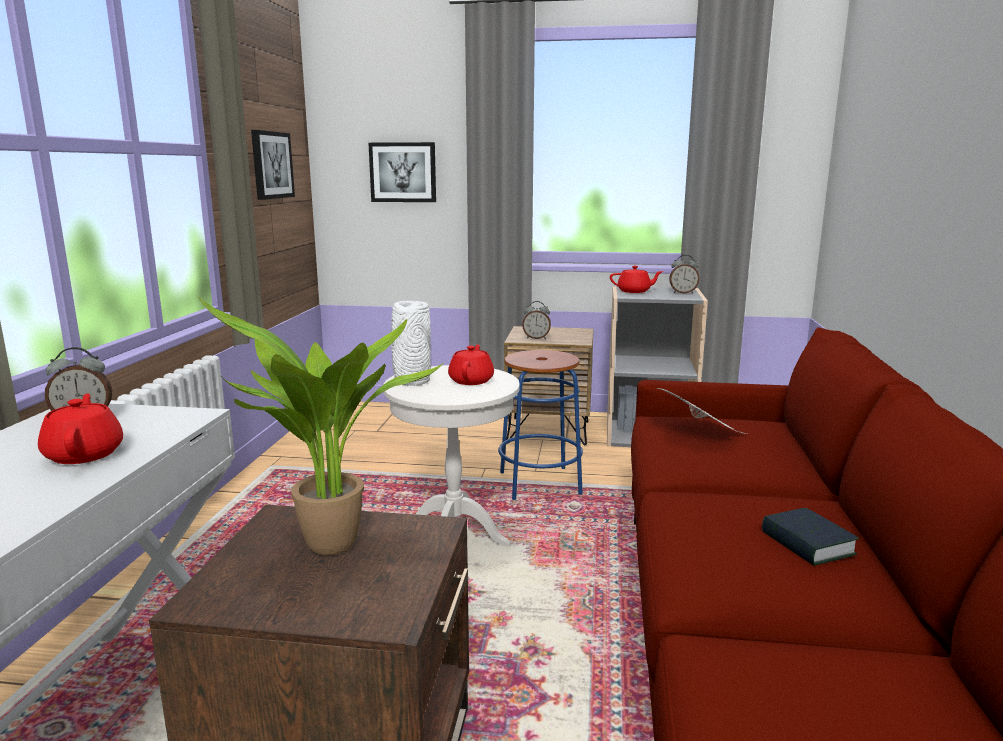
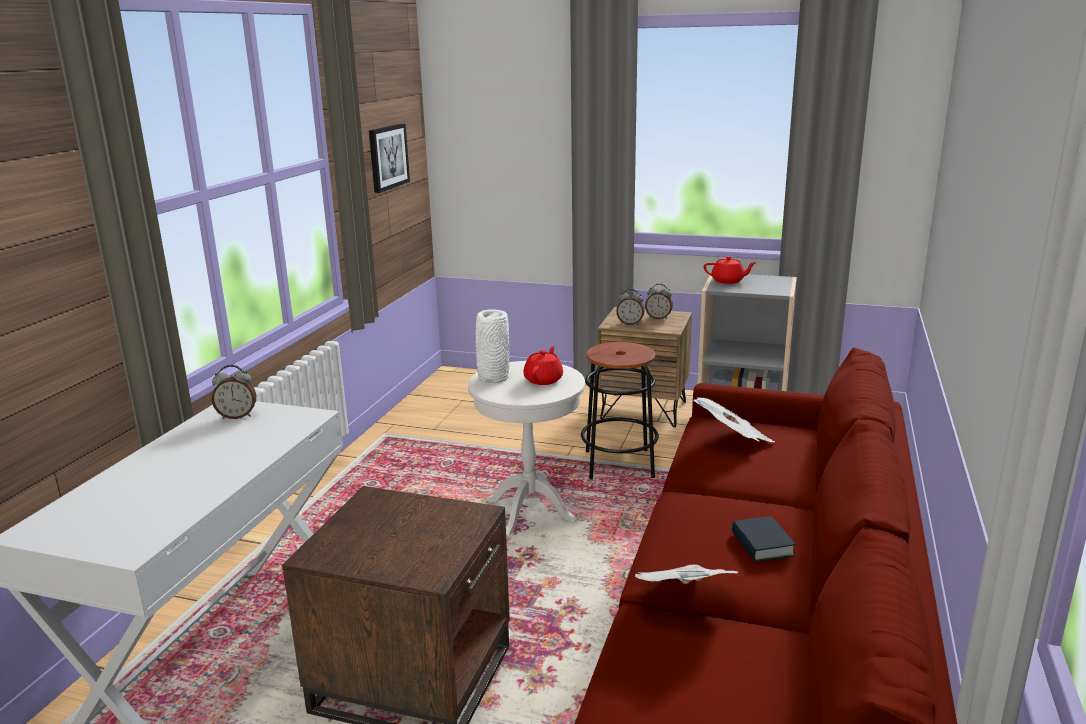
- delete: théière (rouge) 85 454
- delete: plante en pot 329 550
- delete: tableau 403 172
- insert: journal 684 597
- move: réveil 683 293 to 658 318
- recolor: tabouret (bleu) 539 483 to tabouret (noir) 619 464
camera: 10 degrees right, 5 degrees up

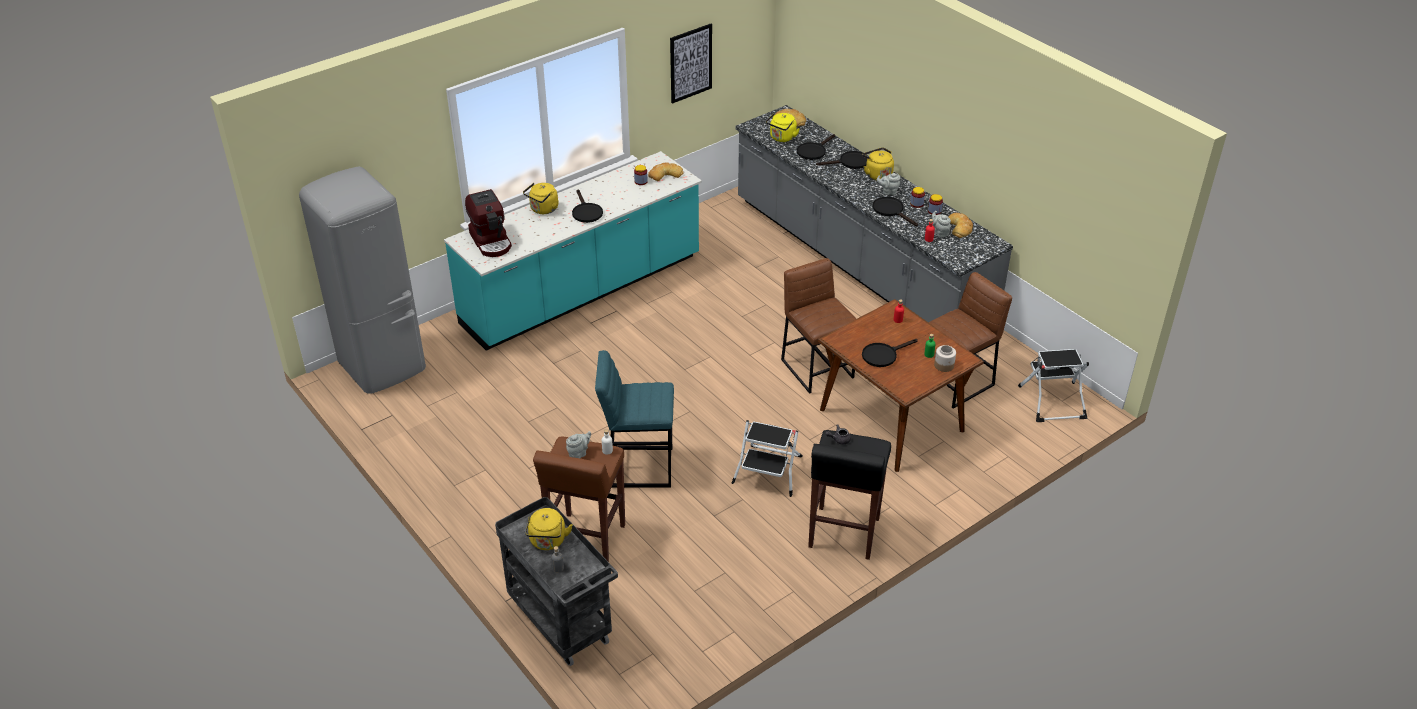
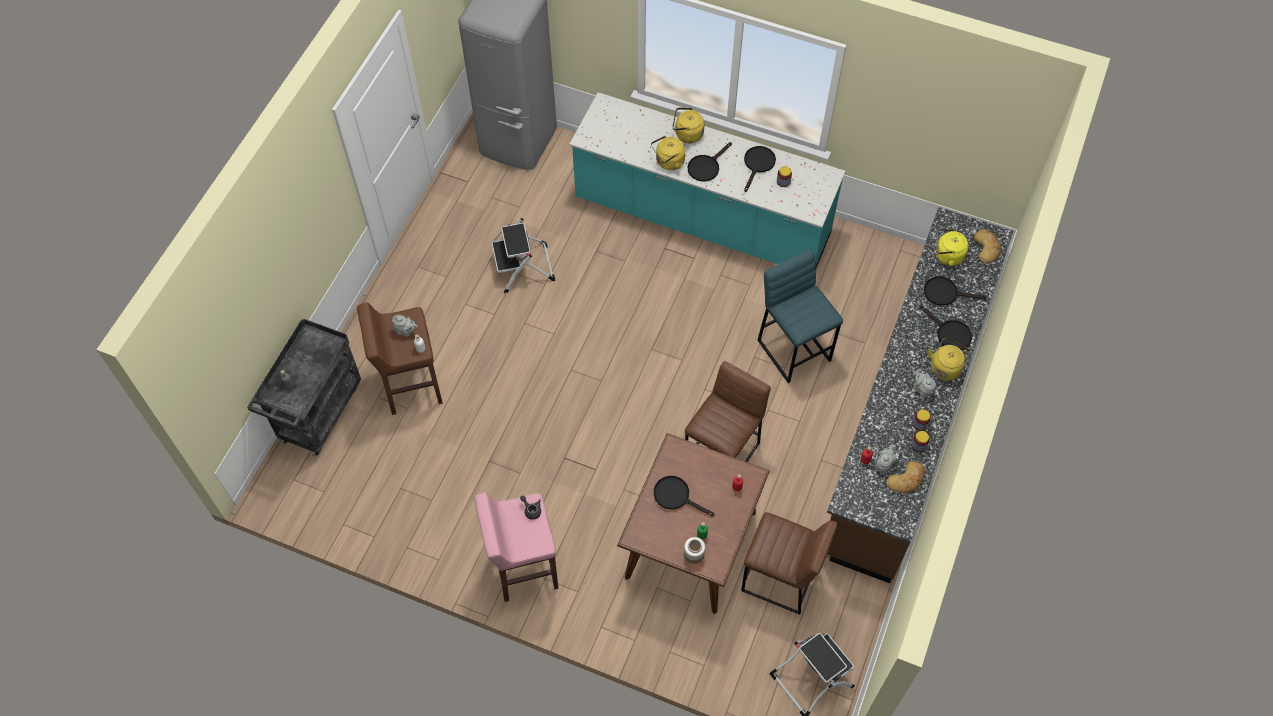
- delete: machine à café 491 241
- delete: pain 665 174
- delete: tableau 690 63
- move: bouilloire (jaune) 548 542 to 668 162
- move: tabouret (turquoise) 638 467 to 793 349
- move: escabeau 768 471 to 523 266
- move: poêle (noir) 891 210 to 758 165
- recolor: comptoir de cuisine (gris) 858 263 to comptoir de cuisine (marron) 905 415
- recolor: tabouret (noir) 843 534 to tabouret (rose) 523 568
camera: 60 degrees right, 20 degrees up

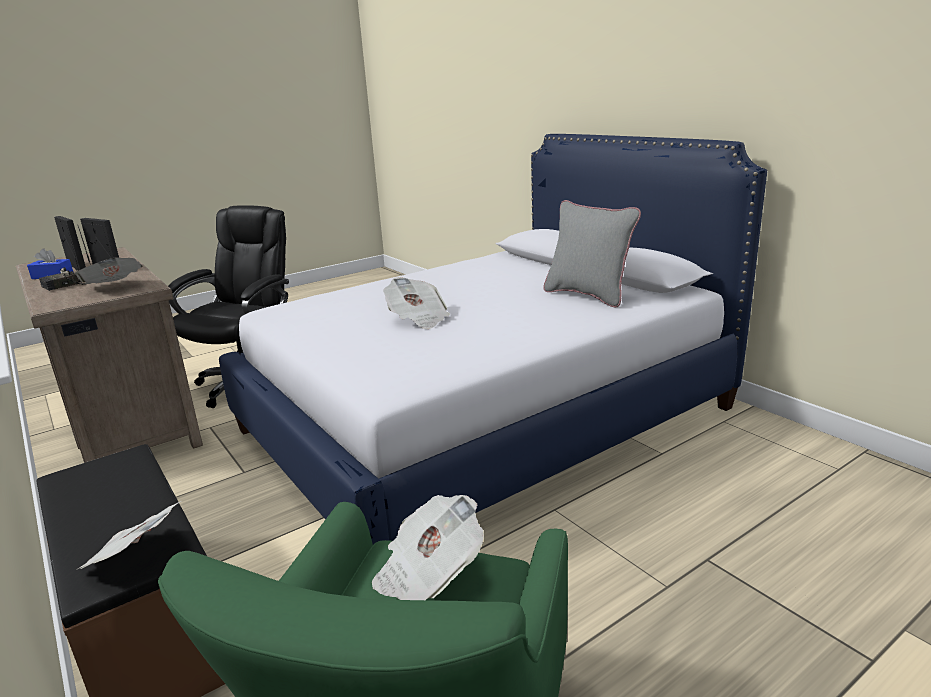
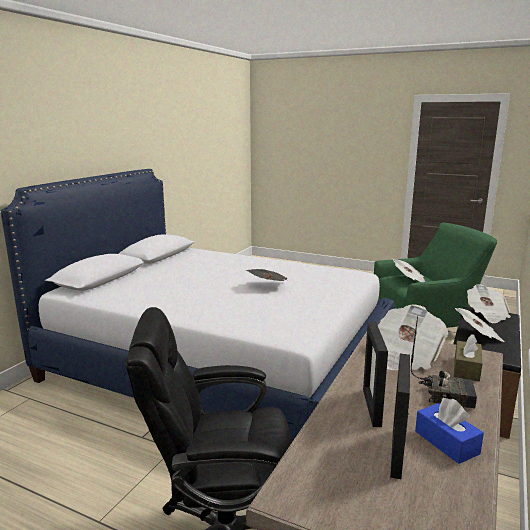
- delete: coussin (gris) 588 295
- insert: boîte à mouchoirs (marron) 466 368
- insert: journal 478 336
camera: 120 degrees left, 5 degrees down

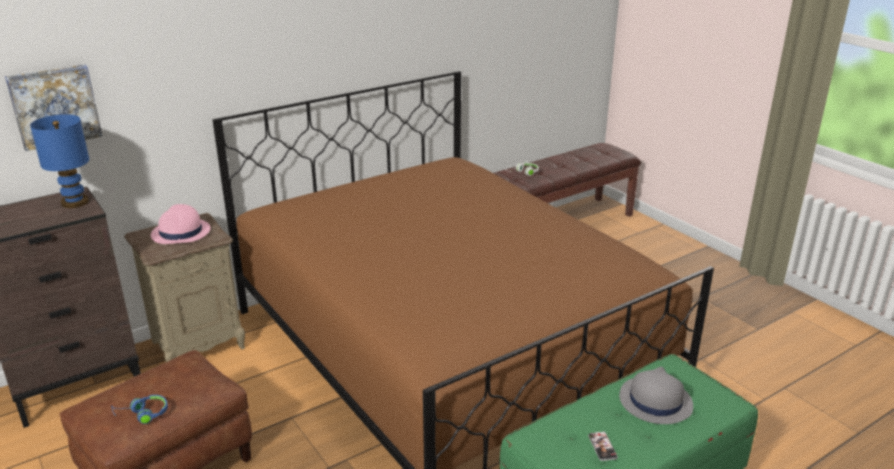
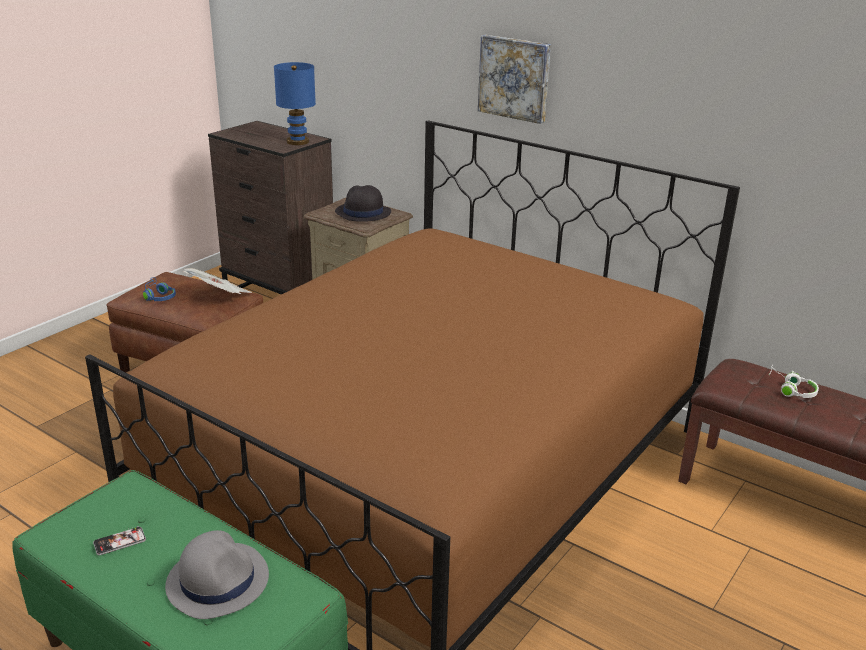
- insert: journal 219 297
- move: tableau 54 106 to 515 78
- recolor: chapeau (rose) 181 233 to chapeau (noir) 362 213
camera: 70 degrees right, 0 degrees up

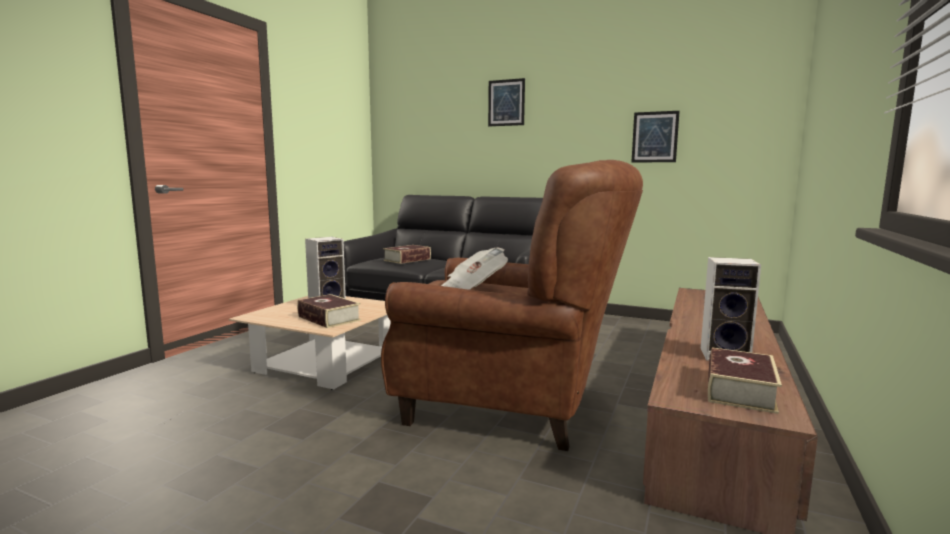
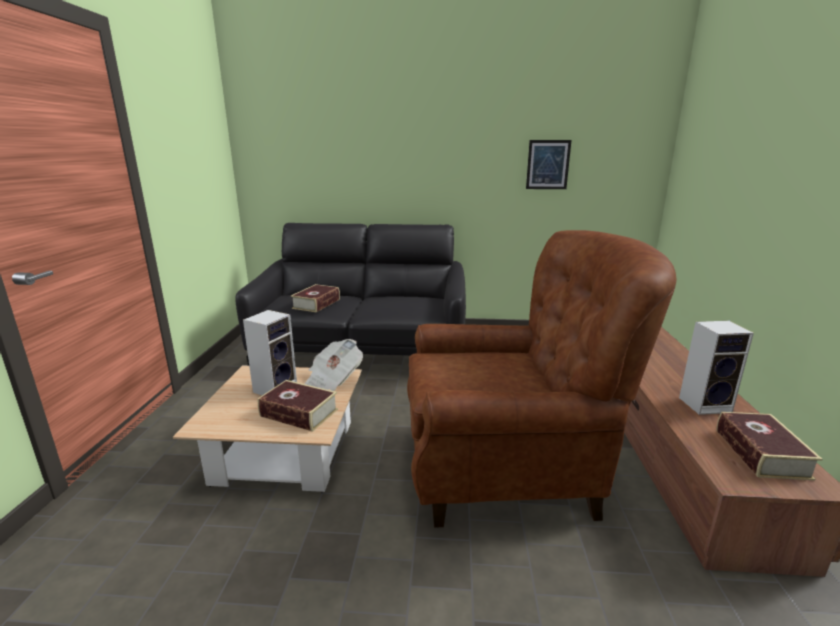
- delete: tableau 506 102
- move: journal 472 289 to 333 380
camera: 20 degrees left, 10 degrees up

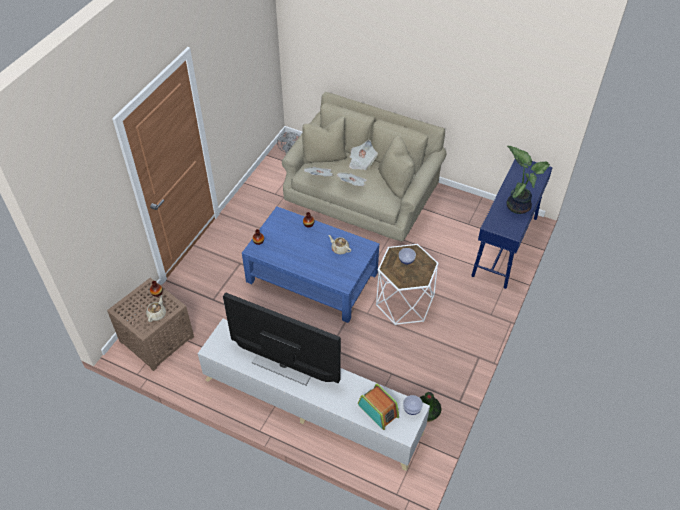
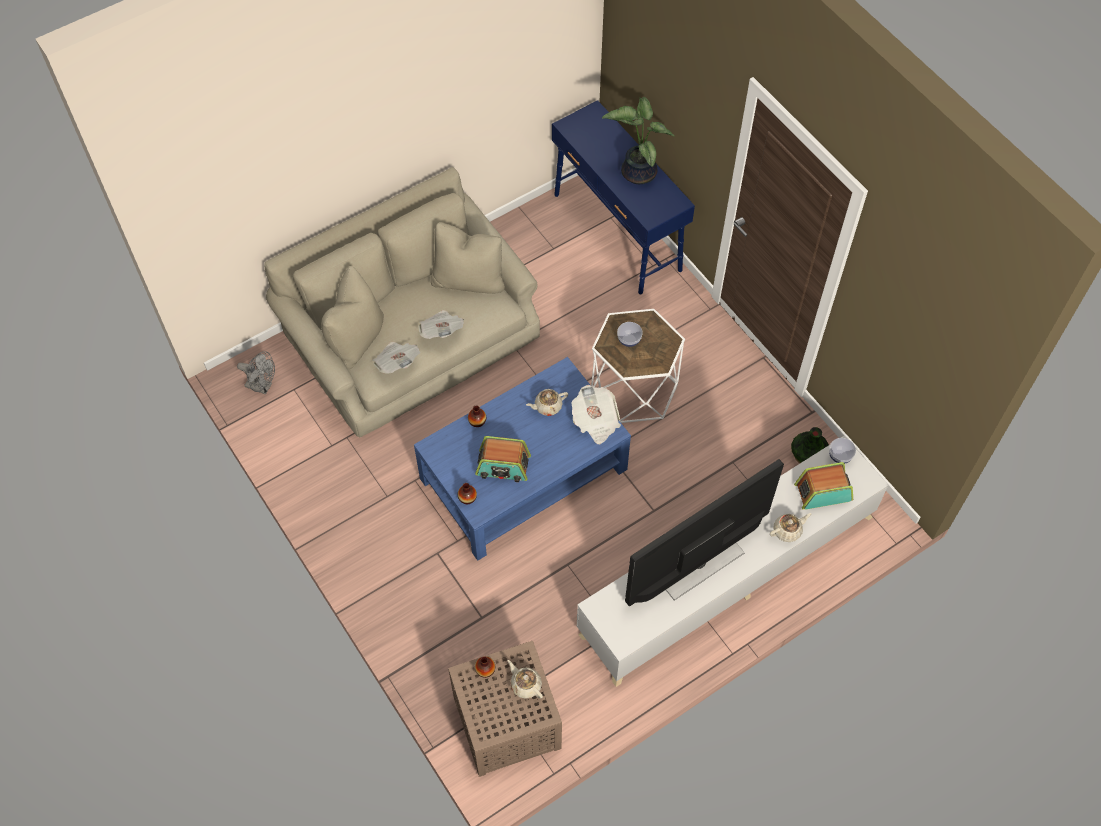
- insert: radio 503 466
- insert: théière (beige) 787 531
- move: journal 361 161 to 595 421
camera: 60 degrees left, 10 degrees up

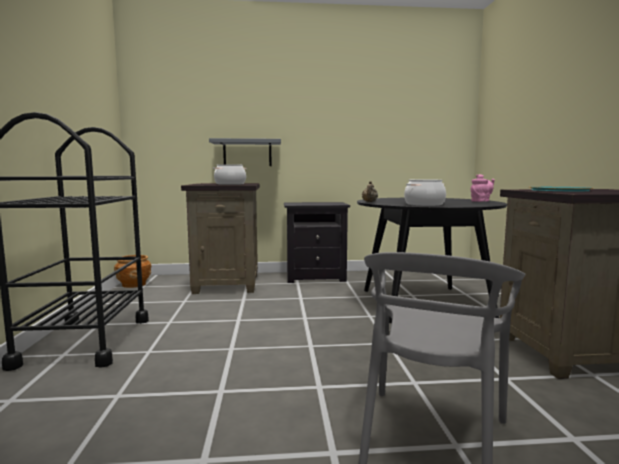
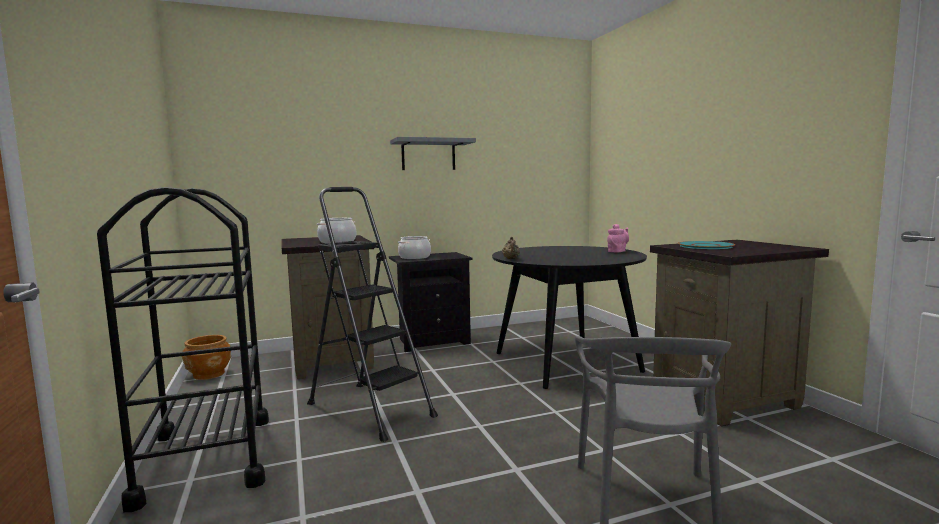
- insert: escabeau 369 408
- move: étagère (gris) 247 153 to 428 155
- move: marmite 424 204 to 414 257
camera: 15 degrees left, 0 degrees up

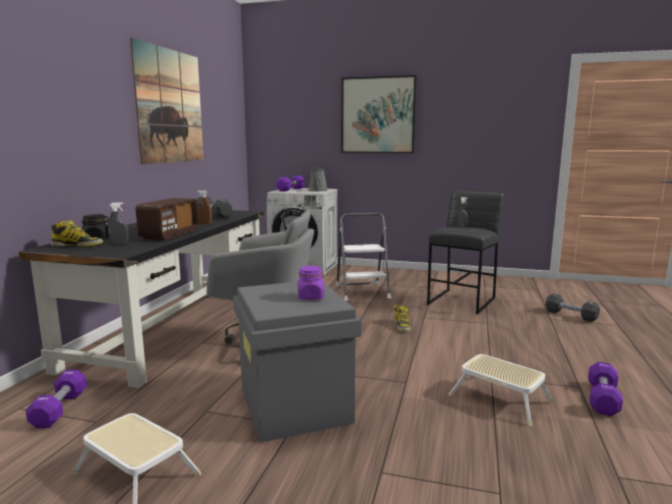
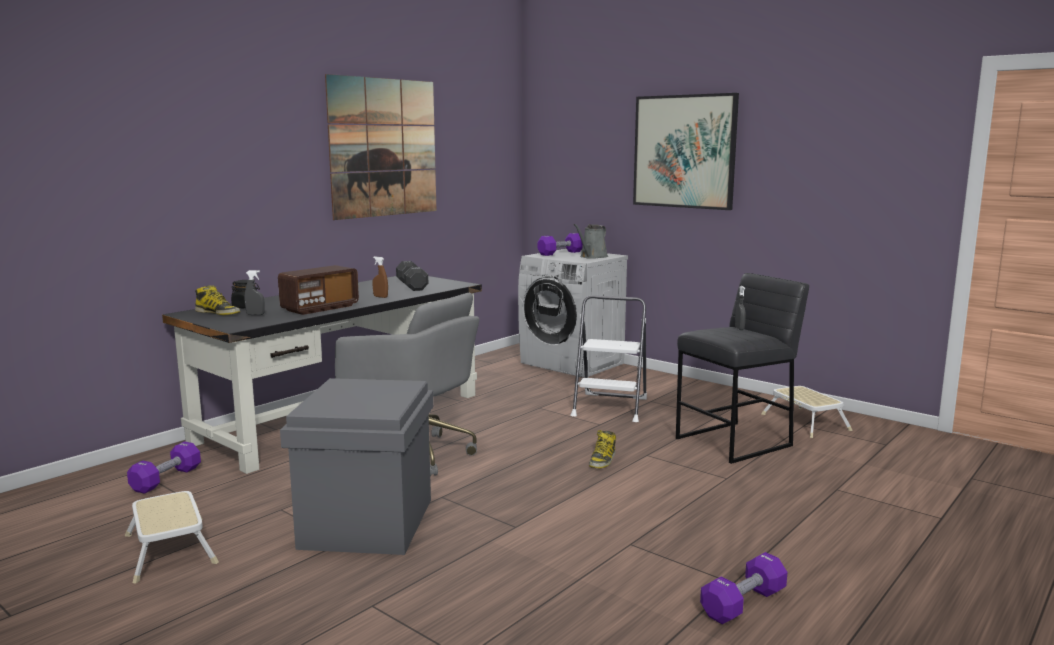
- delete: bocal (violet) 310 297
- delete: haltère (noir) 570 315
- move: escabeau (beige) 500 399 to 805 422
camera: 25 degrees right, 0 degrees up

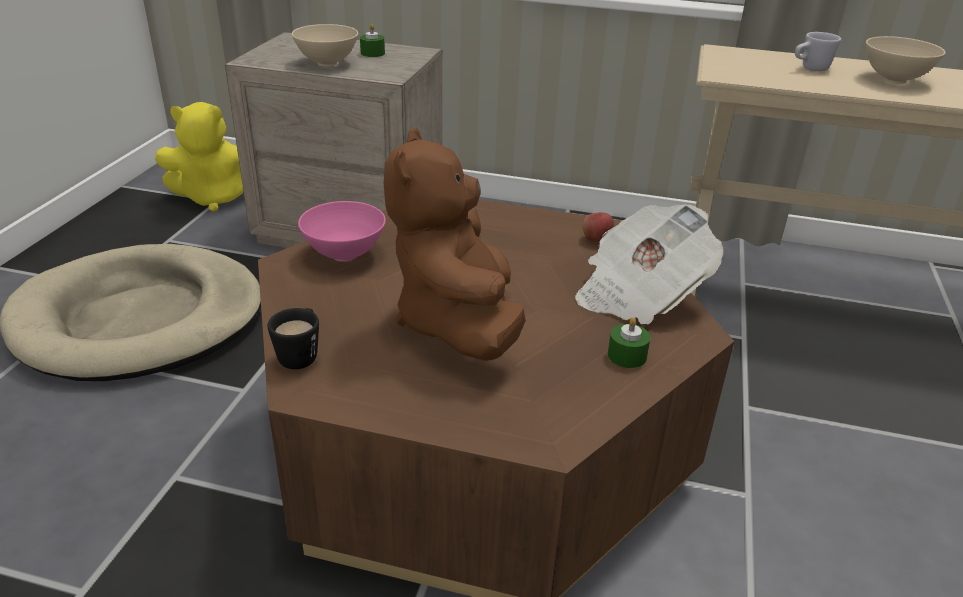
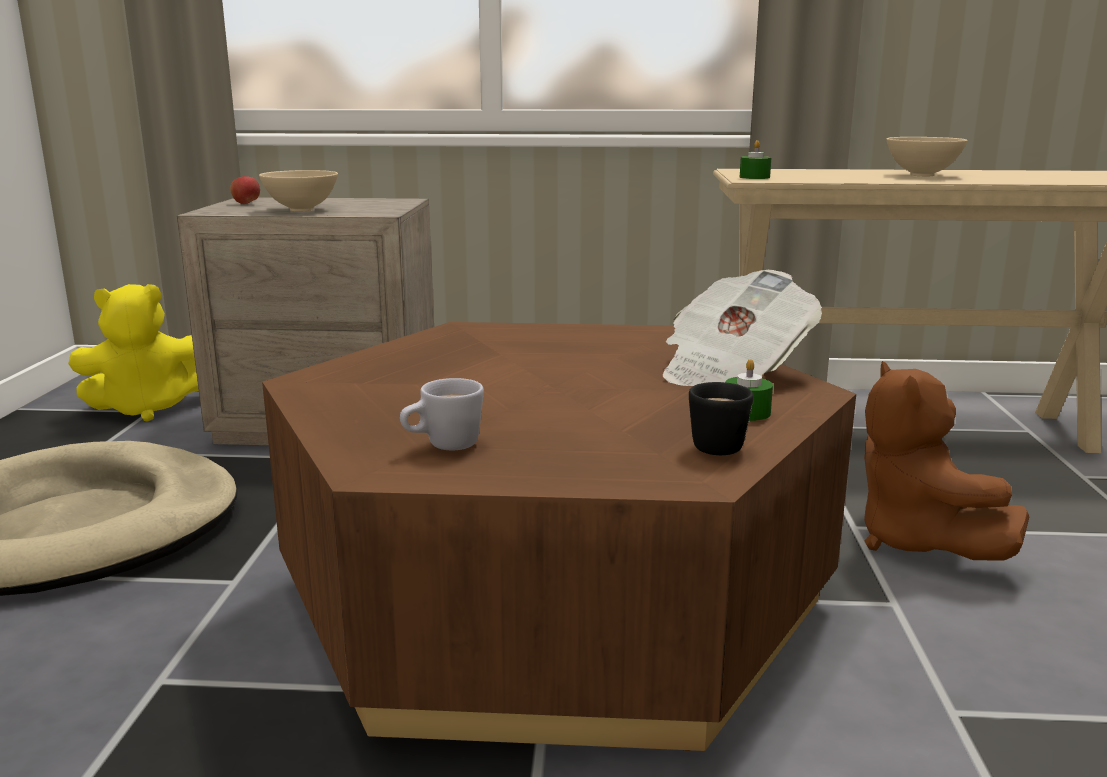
- delete: bol (rose) 343 255
- move: mug (noir) 301 354 to 715 444
- move: bougie (vert) 372 53 to 754 177
- move: peluche (marron) 457 323 to 917 542
- move: pomme 596 239 to 246 203
- move: mug (blanc) 809 69 to 443 446
camera: 10 degrees left, 15 degrees down

